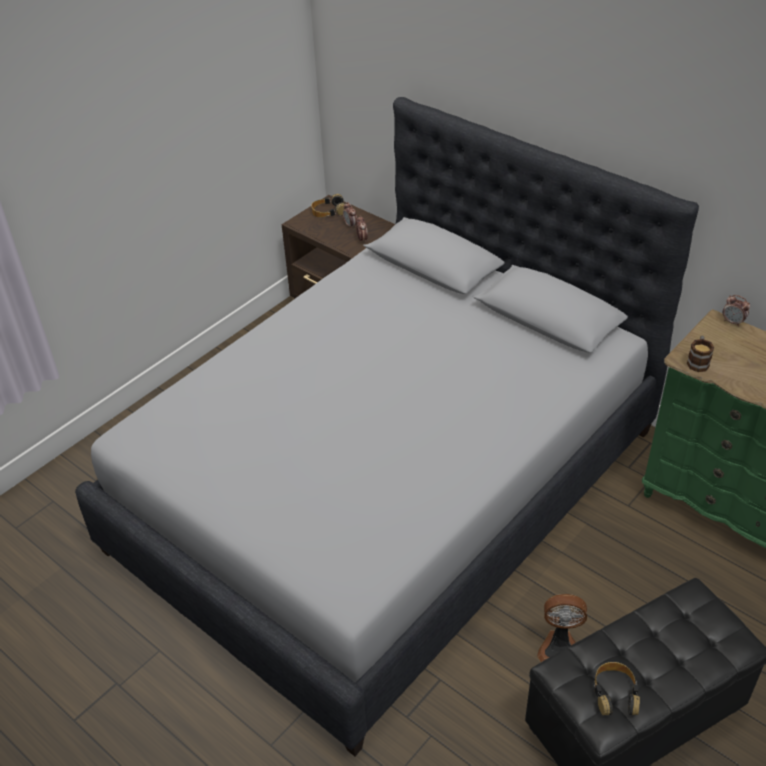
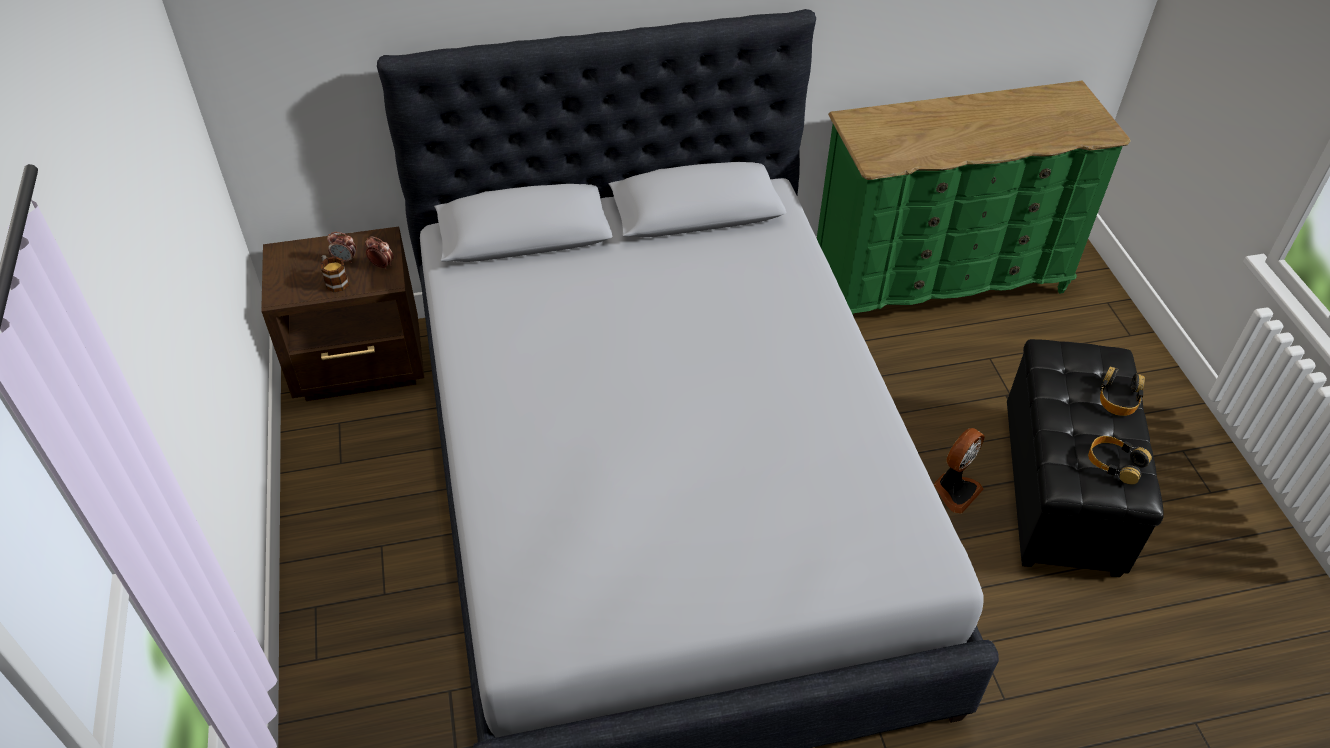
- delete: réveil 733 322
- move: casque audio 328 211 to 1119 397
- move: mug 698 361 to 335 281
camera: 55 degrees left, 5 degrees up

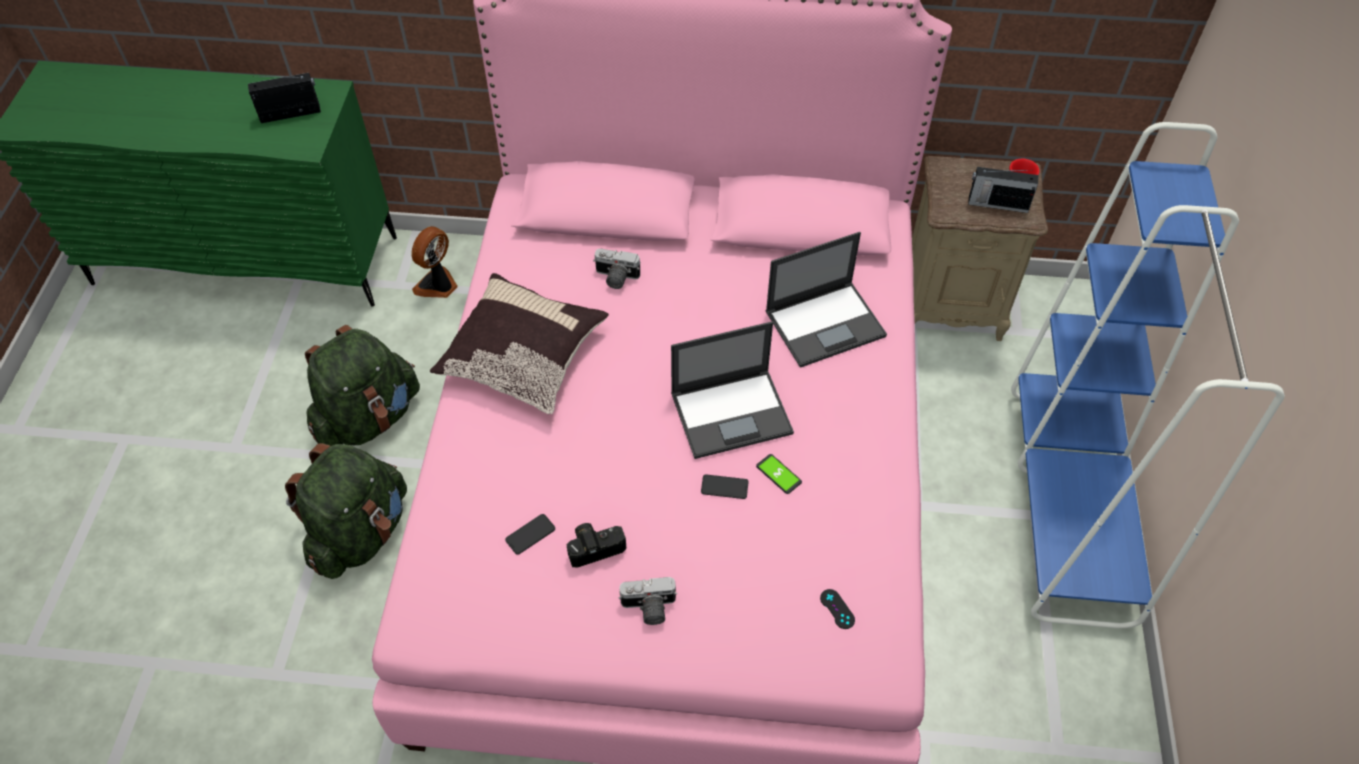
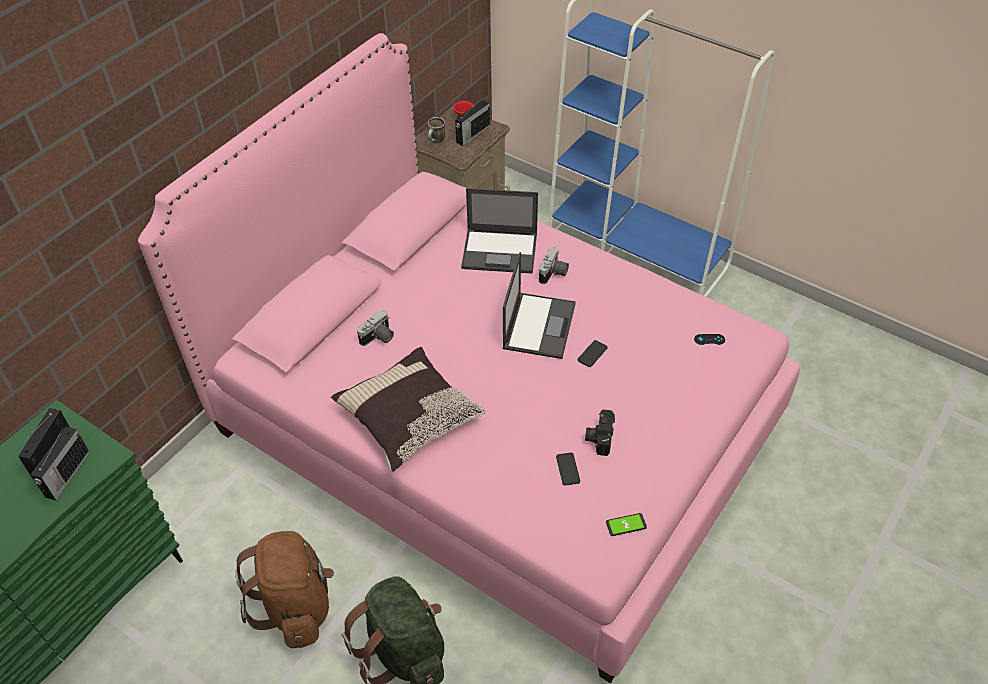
- delete: ventilateur 438 285
- insert: radio 67 475
- insert: mug 436 141
- move: appareil photo 648 608 to 554 274
- move: téléphone 778 474 to 626 525
- recolor: sac à dos (vert) 369 417 to sac à dos (marron) 296 605
- rotate: ordinateur portable 826 323 = 500 251 90 degrees clockwise
camera: 60 degrees left, 5 degrees down

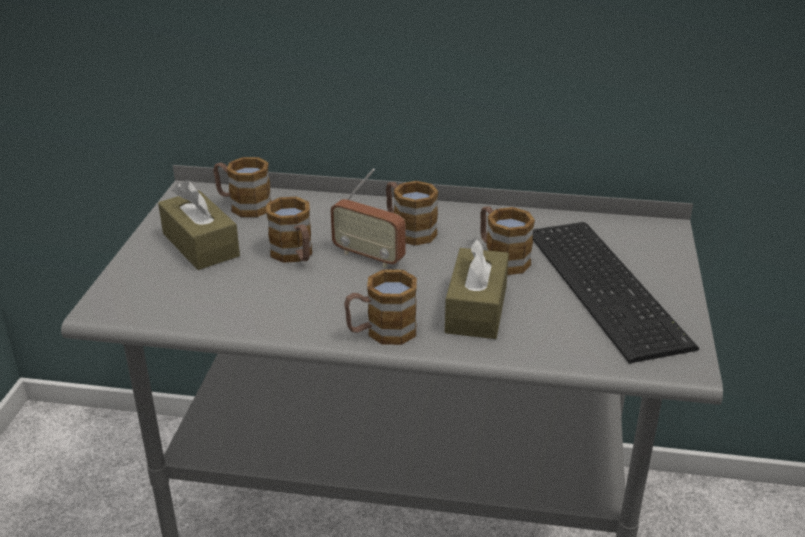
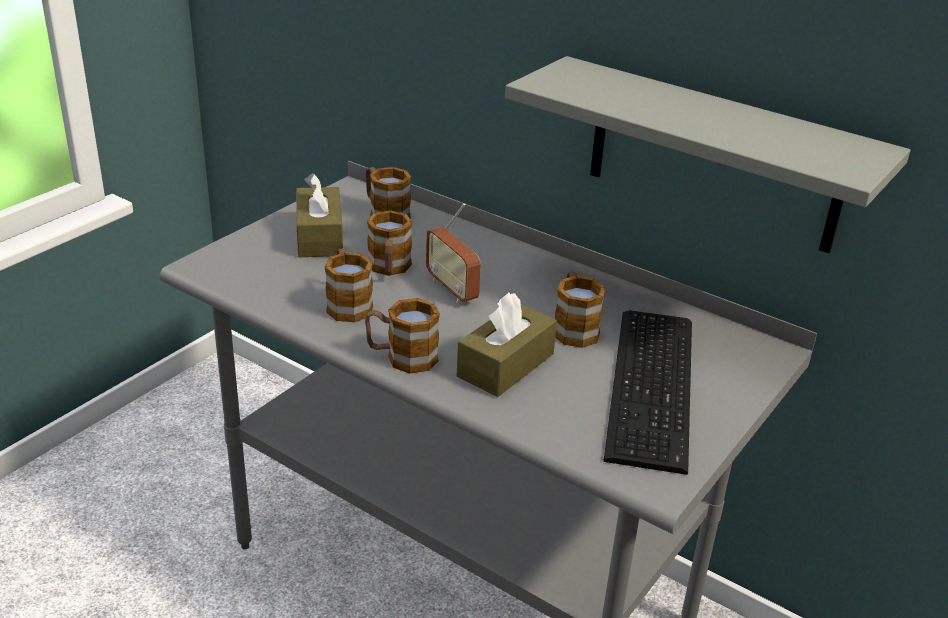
- insert: étagère (gris) 714 156
- move: mug 408 230 to 347 304
camera: 25 degrees right, 0 degrees up

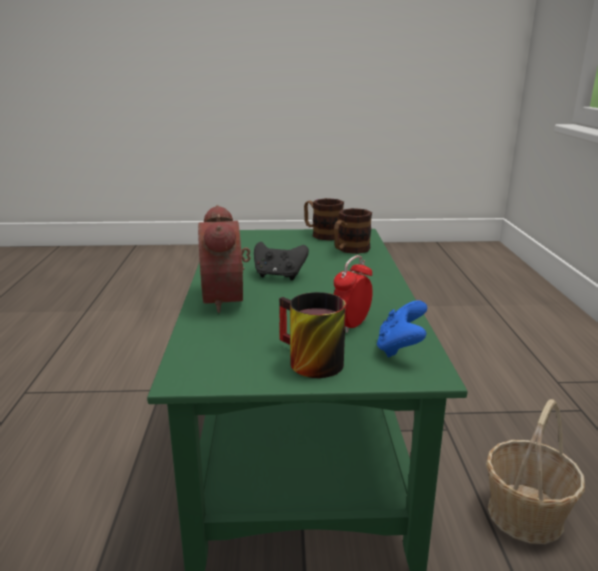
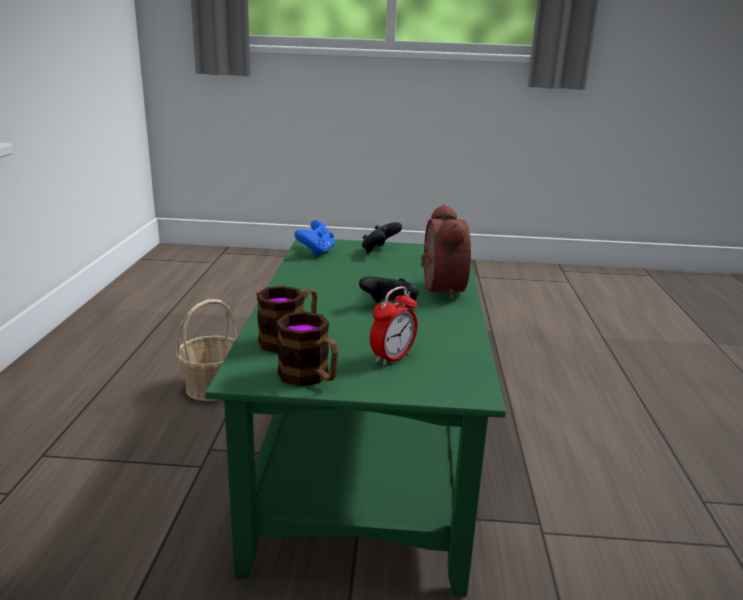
- move: réveil 351 325 to 392 358
- replace: mug 306 361 to manette (noir) 379 250
camera: 175 degrees left, 0 degrees up

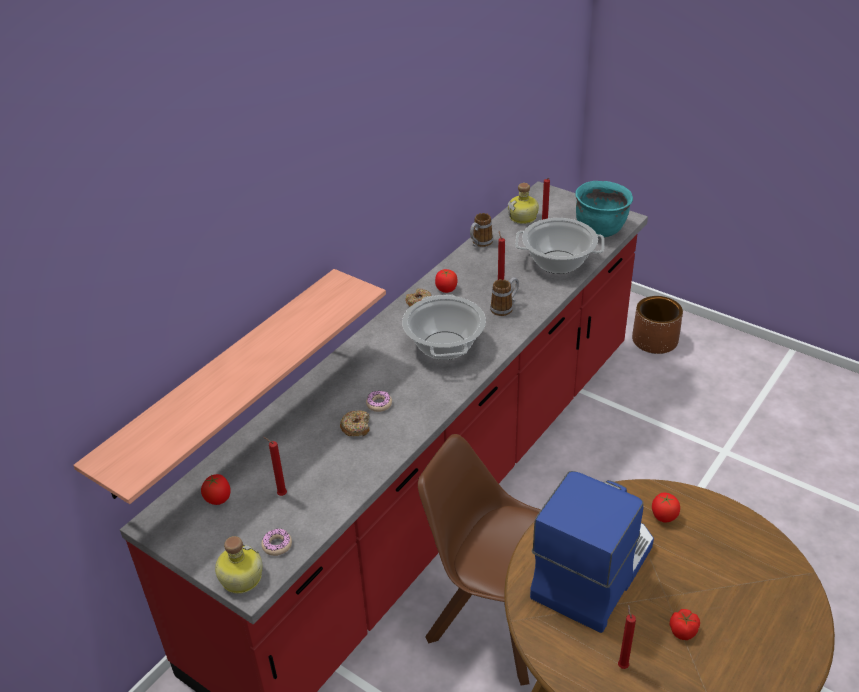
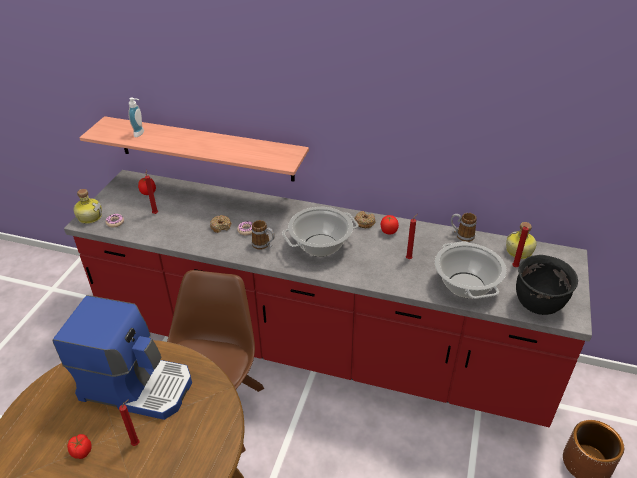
- delete: tomate 663 516
- insert: distributeur de savon 140 133
- move: mug 505 307 to 264 245
- move: bougie (rouge) 622 665 to 137 443
- recolor: marmite (turquoise) 600 229 to marmite (noir) 539 304
camera: 70 degrees right, 0 degrees up

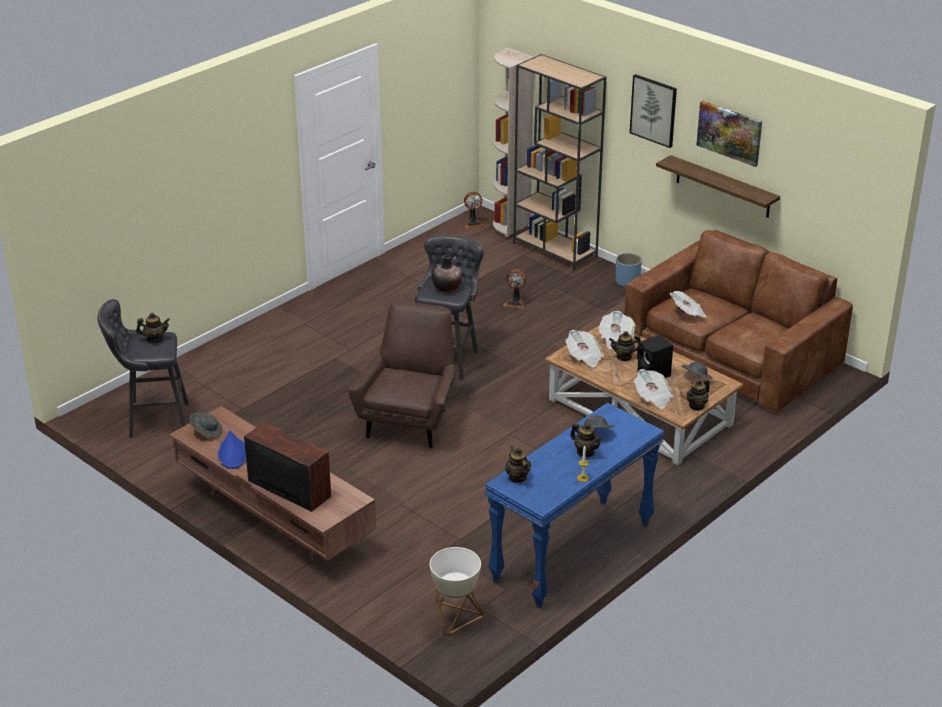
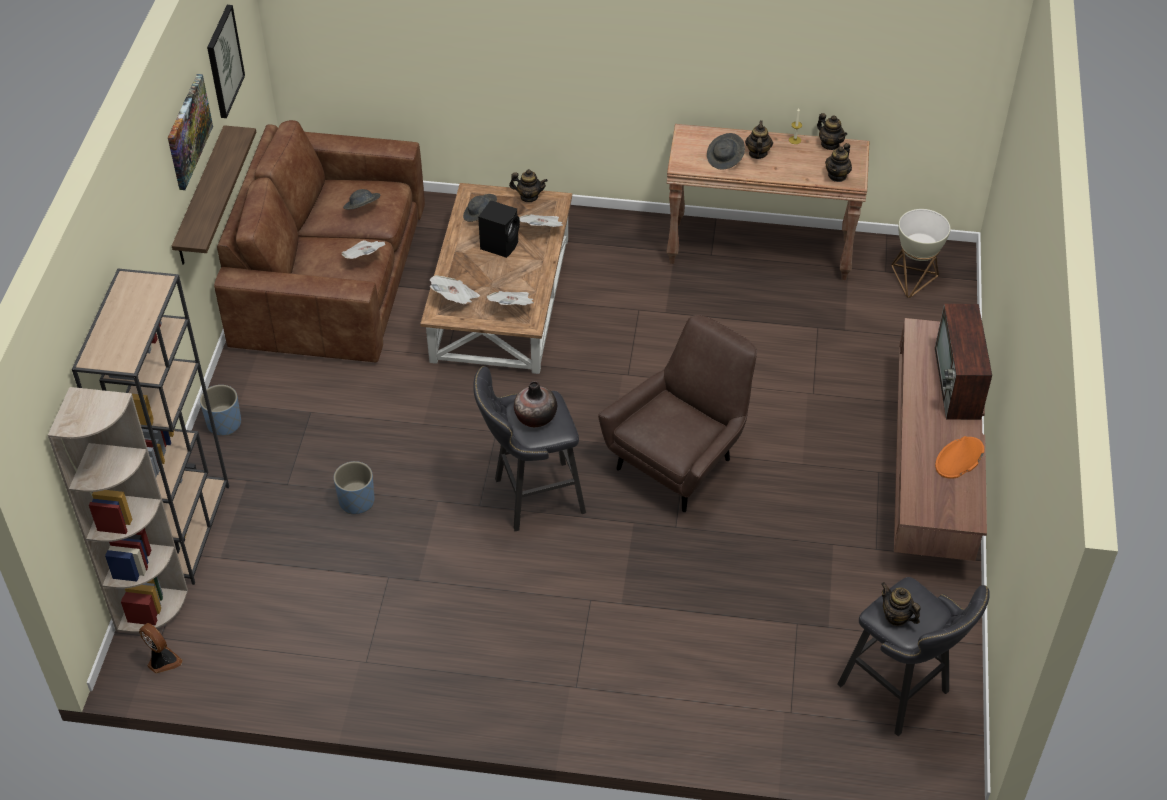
- move: chapeau (gris) 207 431 to 362 208
- move: théière 624 357 to 830 144
- move: tableau 654 110 to 223 61
- replace: ventilateur 515 303 to cache-pot (bleu) 356 501
- recolor: chapeau (bleu) 232 454 to chapeau (orange) 959 458
- recolor: table console (bleu) 572 553 to table console (marron) 760 250
- rotate: fauteuil (marron) 410 421 = 680 461 150 degrees clockwise
camera: 125 degrees left, 15 degrees up

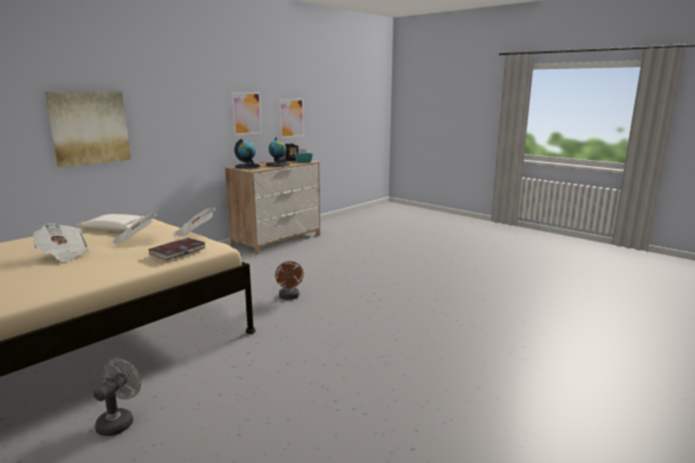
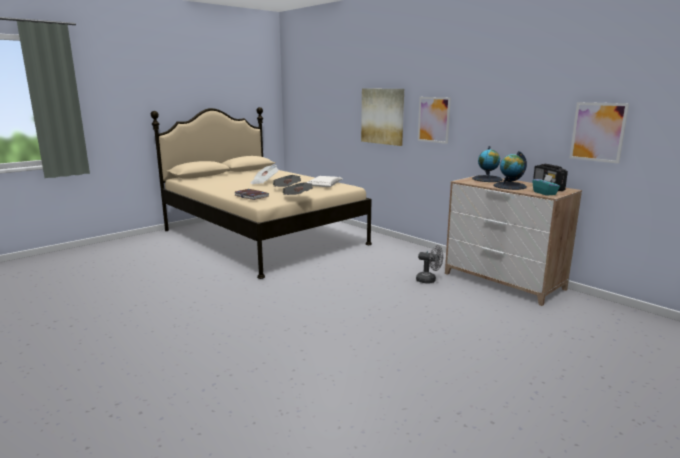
- delete: ventilateur (marron) 289 297
- move: ventilateur (gris) 119 421 to 429 280
- move: tableau 246 113 to 433 119
camera: 95 degrees right, 0 degrees up

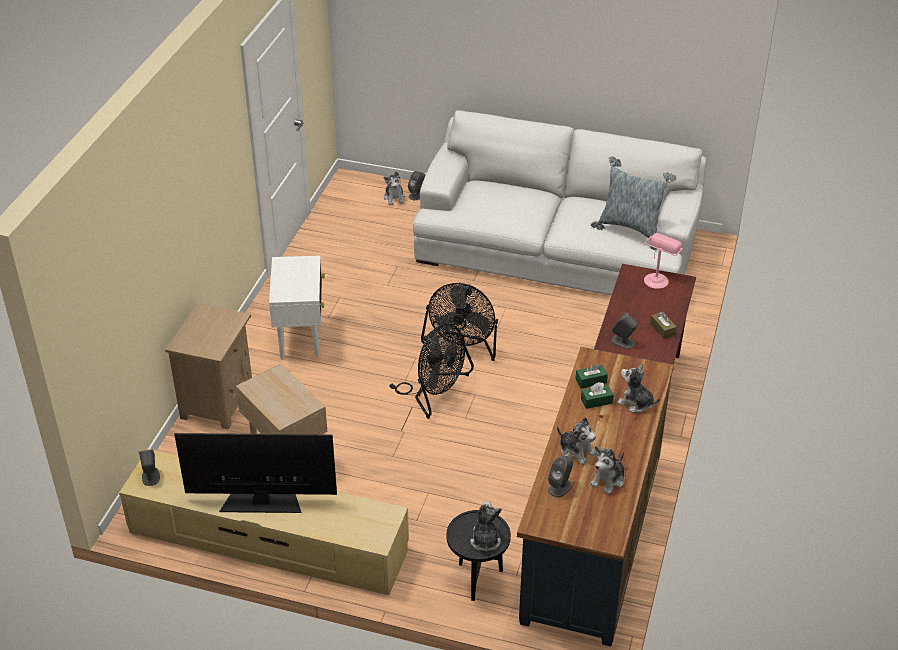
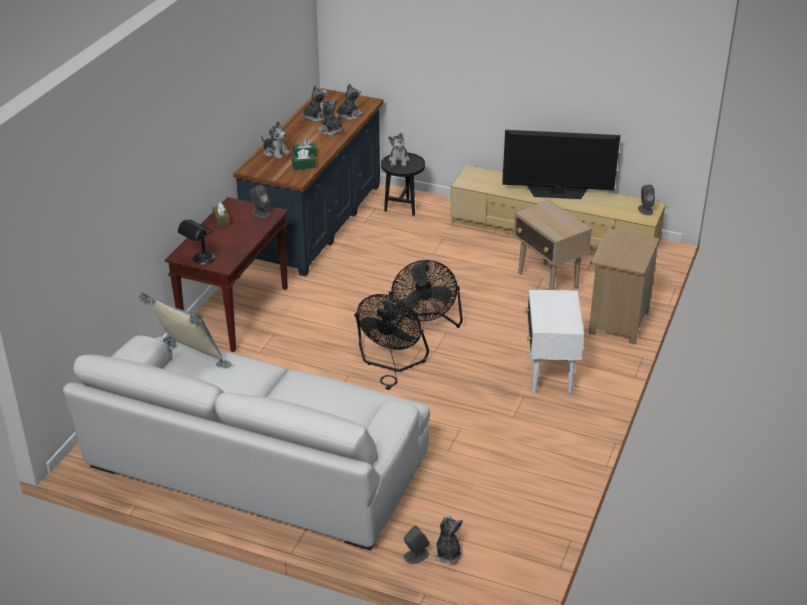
- replace: enceinte (gris) 560 487 to peluche 348 115
- recolor: lampe de table (rose) 658 277 to lampe de table (noir) 201 260
- rotate: ventilateur (noir) 434 392 = 420 321 135 degrees counterclockwise
camera: 175 degrees left, 5 degrees down

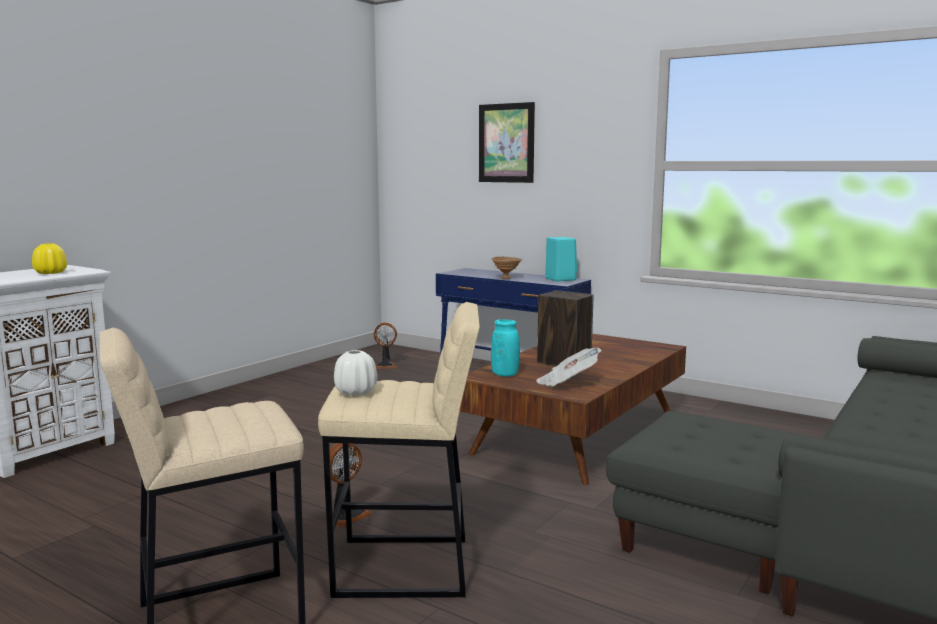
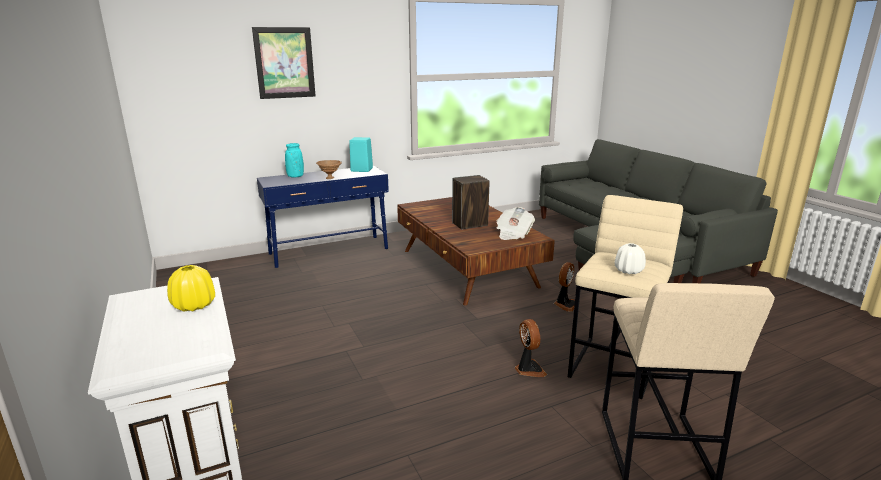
- move: ventilateur 385 366 to 565 304
- move: vase (turquoise) 505 374 to 295 176
camera: 60 degrees left, 10 degrees up

